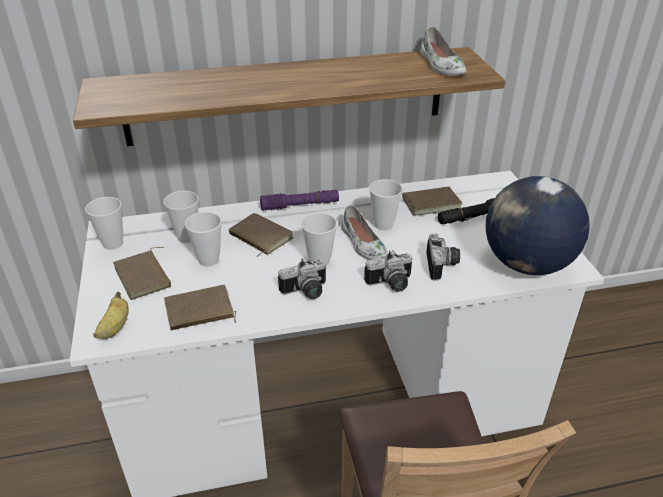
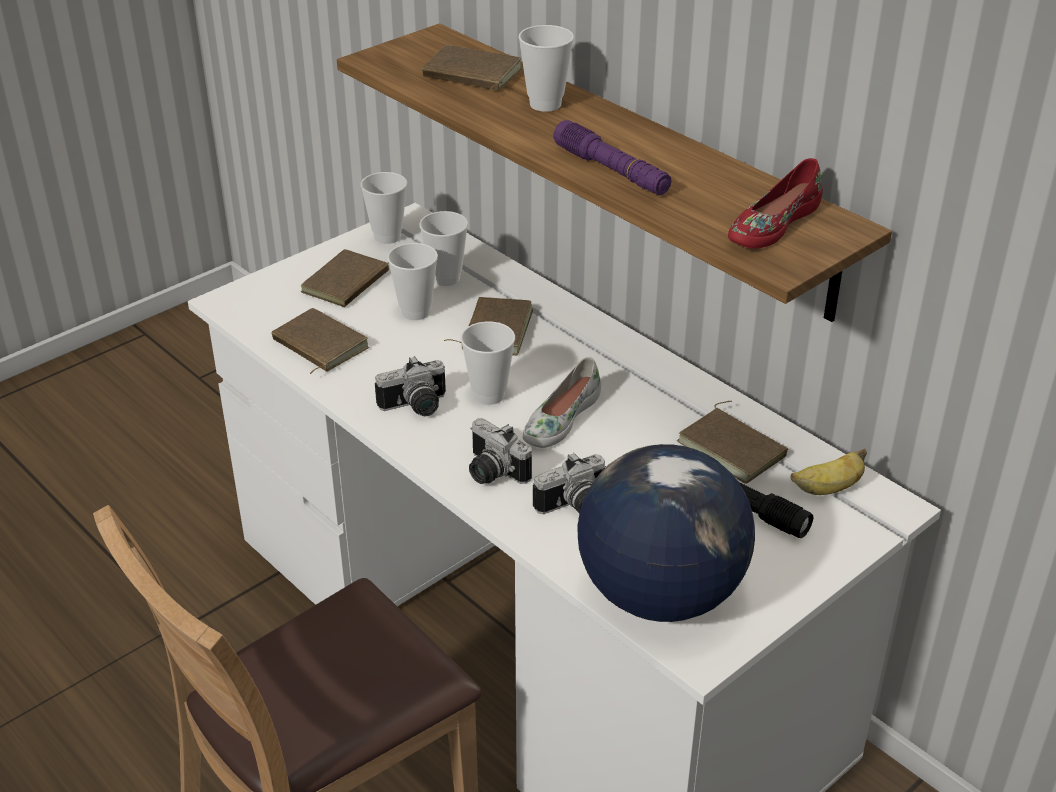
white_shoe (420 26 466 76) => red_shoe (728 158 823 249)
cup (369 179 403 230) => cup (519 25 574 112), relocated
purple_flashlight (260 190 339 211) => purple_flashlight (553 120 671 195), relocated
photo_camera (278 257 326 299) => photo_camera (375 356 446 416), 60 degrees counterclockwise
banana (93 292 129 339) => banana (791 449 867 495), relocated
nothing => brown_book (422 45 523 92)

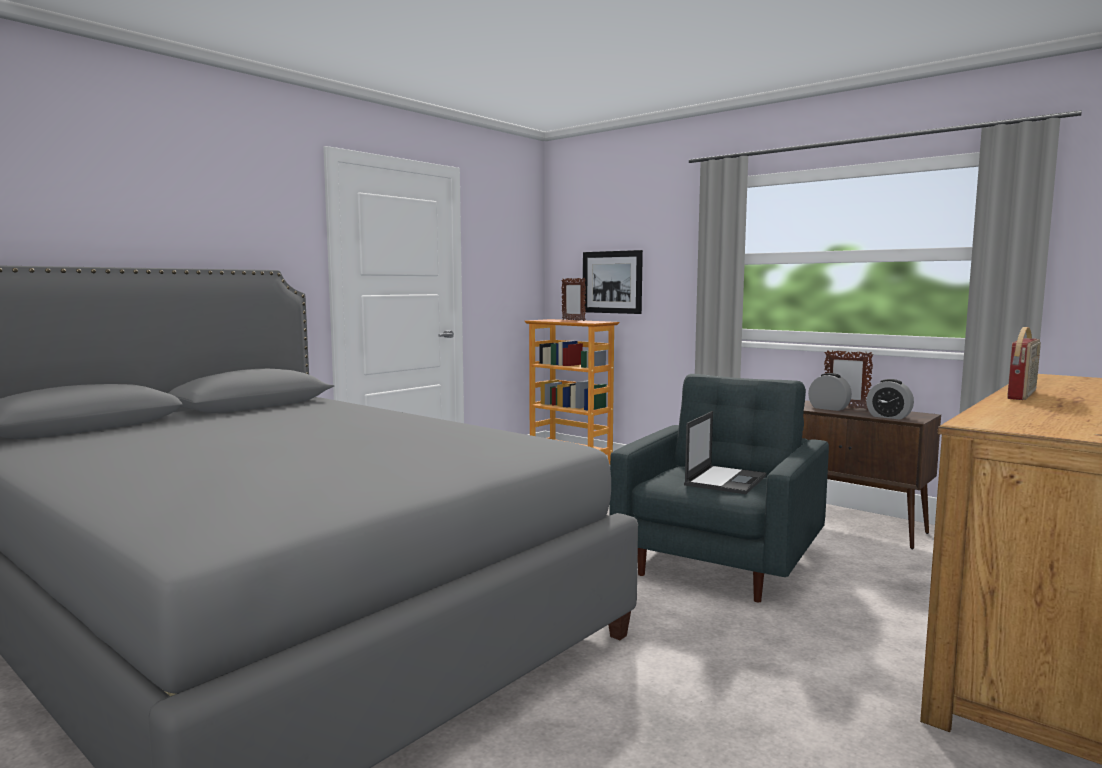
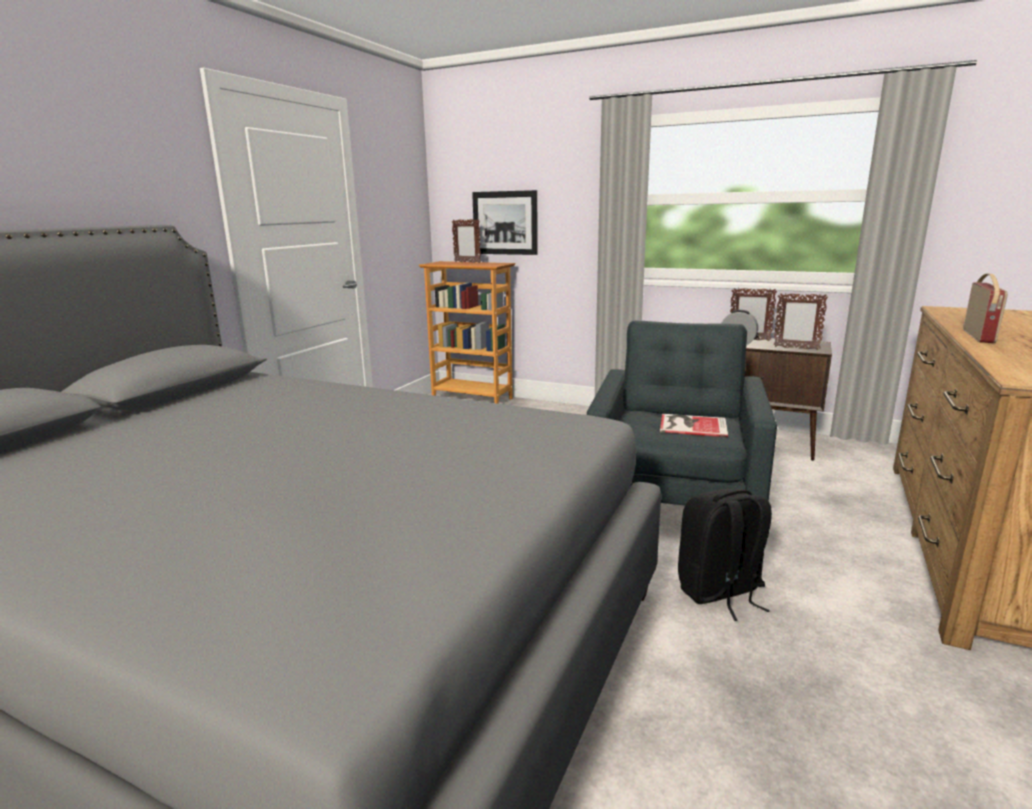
alarm_clock (866 379 914 420) => picture_frame (773 294 828 350)
laptop (684 411 767 494) => book (660 414 728 437)
nothing => black_backpack (678 489 772 621)

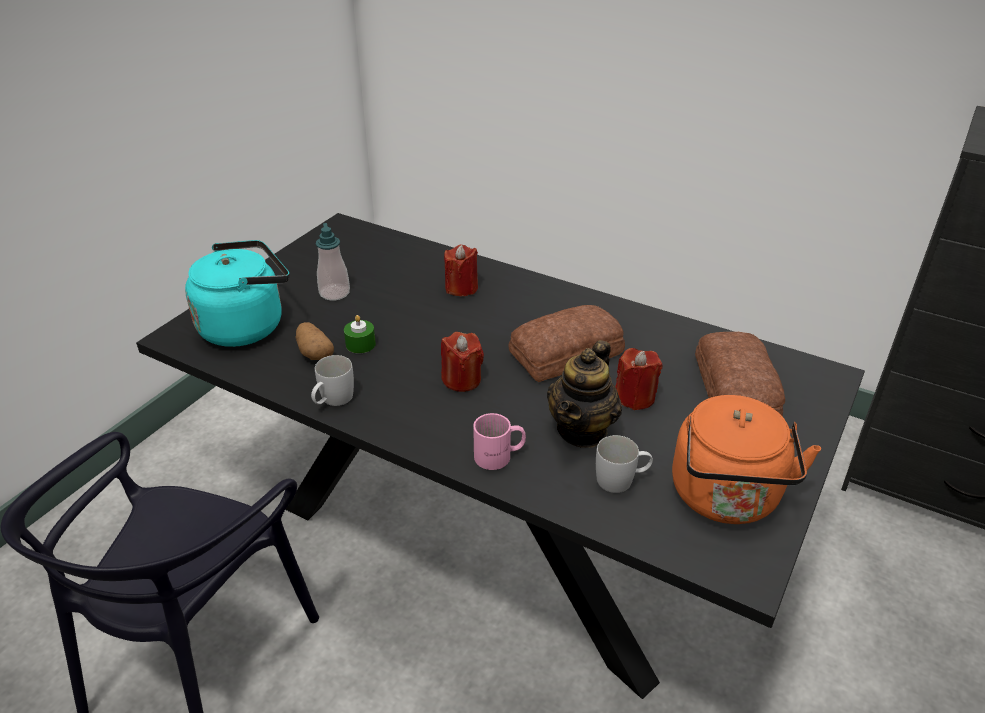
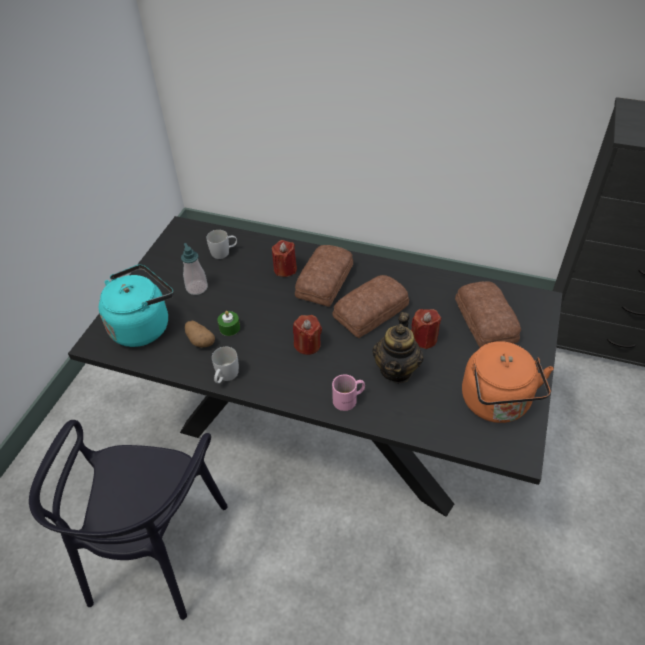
white_mug (596 435 653 493) => white_mug (206 230 237 259), relocated
nothing => bread (295 245 353 307)

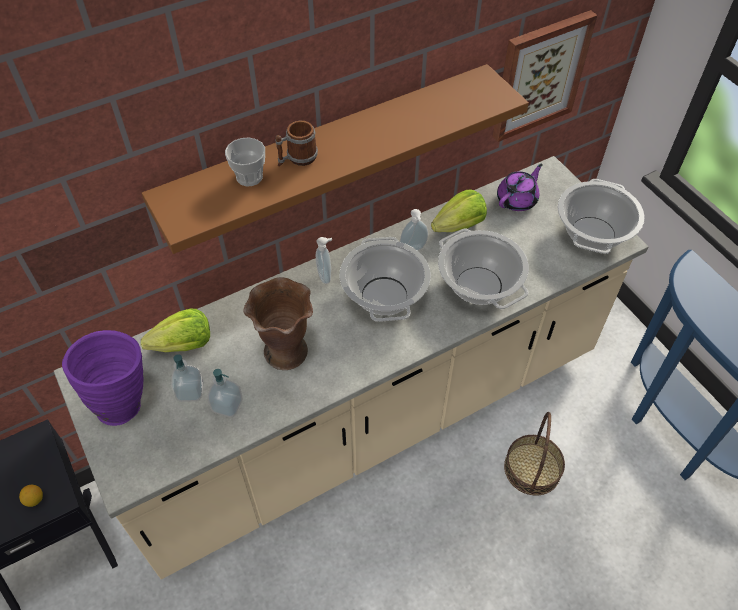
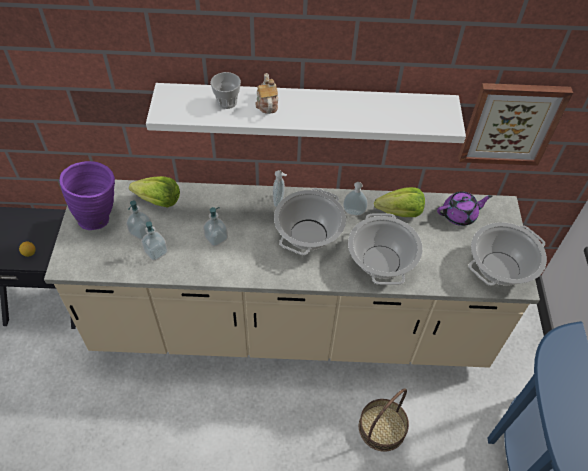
brown_shelf (141 64 529 254) => white_shelf (146 83 466 143)
mug (275 121 318 166) => teapot (255 73 278 114)
brown_vase (243 277 313 370) => soap_dispenser (203 207 228 247)

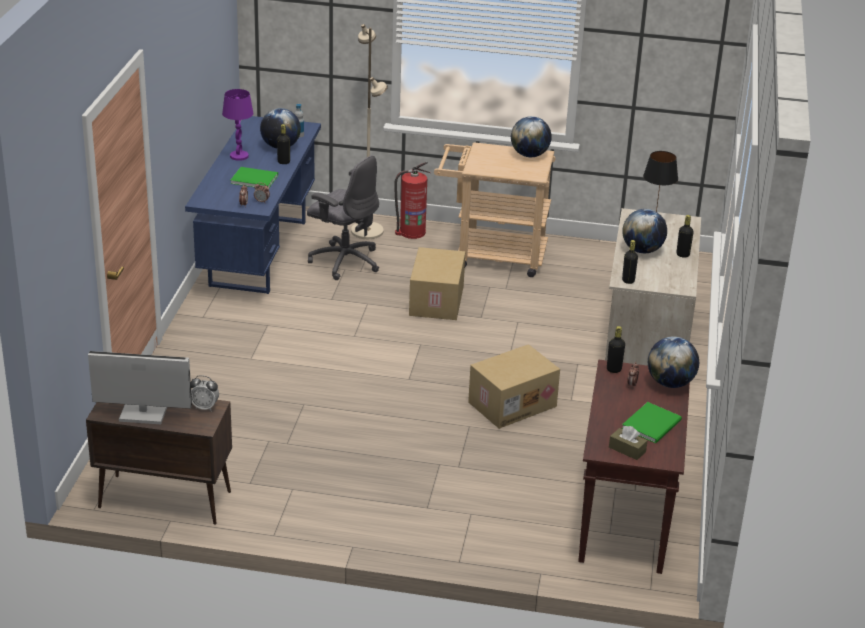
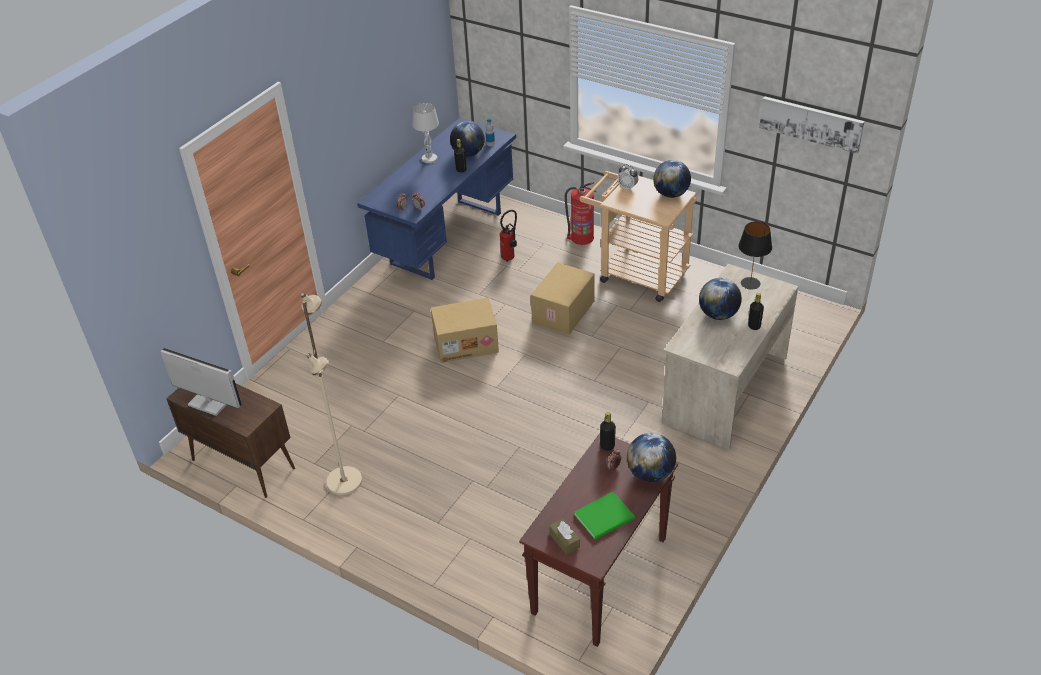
beige_floor_lamp (351 24 388 239) => beige_floor_lamp (301 293 362 495), relocated
purple_table_lamp (222 89 253 161) => white_table_lamp (413 103 439 163)
grey_office_chair (307 155 379 280) => fire_extinguisher (500 210 517 262)
green_book (230 167 278 188) => nothing
black_bottle (622 240 638 284) => nothing
cardboard_box (468 344 560 429) => cardboard_box (431 298 499 363), relocated
alarm_clock (191 375 219 411) => alarm_clock (618 164 638 190), relocated
nothing => picture (759 96 865 154)

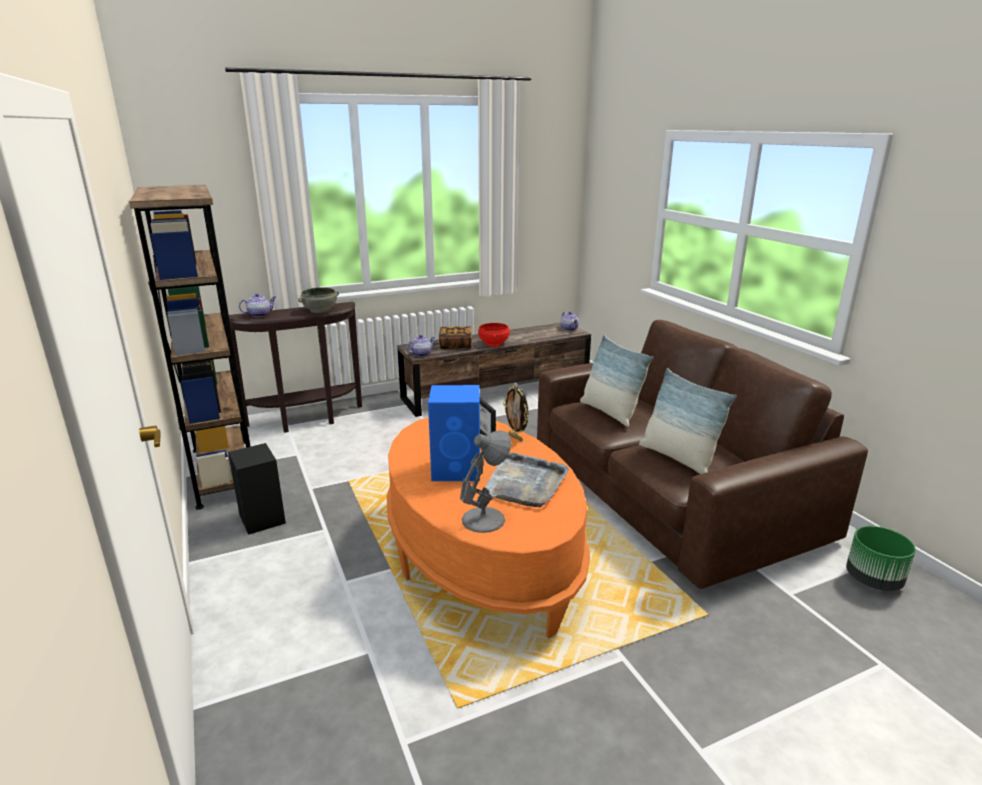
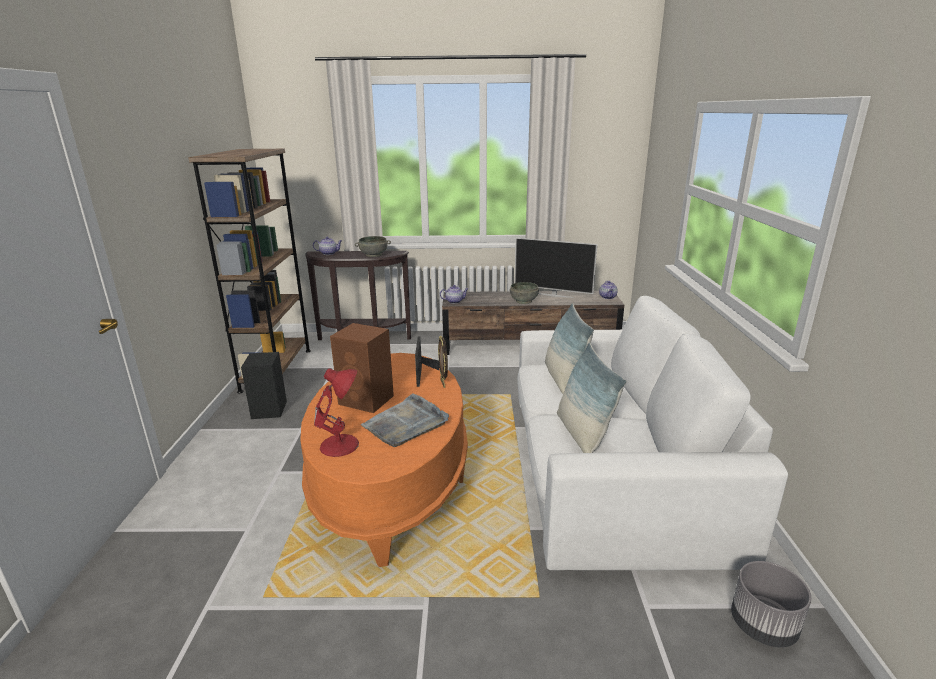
brown_sofa (537 320 868 589) => white_sofa (517 296 788 570)
red_bowl (478 323 510 347) => grey_bowl (510 282 539 304)
book (439 327 472 349) => nothing
blue_speaker (428 385 480 481) => brown_speaker (330 323 394 413)
grey_table_lamp (460 431 511 533) => red_table_lamp (314 368 359 457)
green_planter (846 526 916 591) => grey_planter (731 561 811 648)
nothing => television (515 238 597 298)

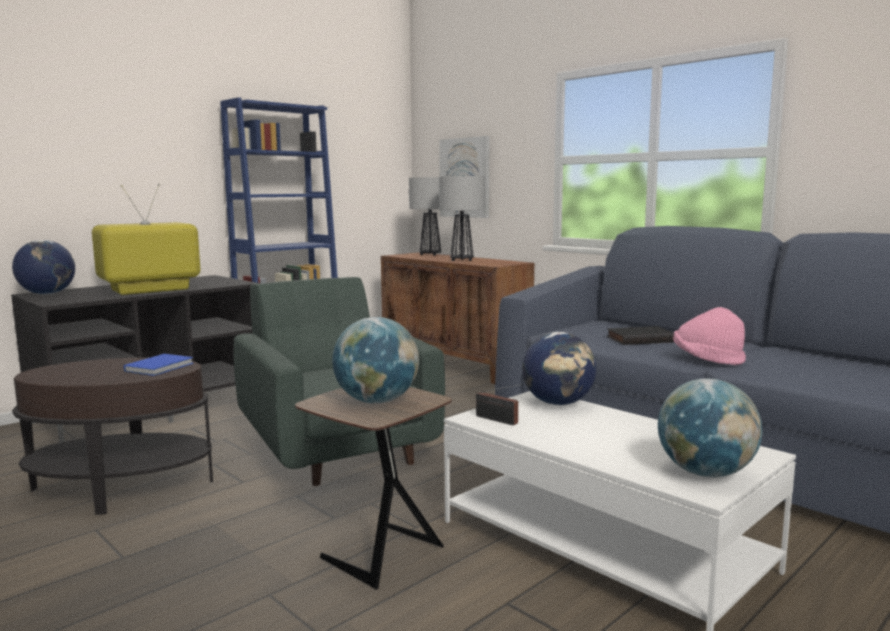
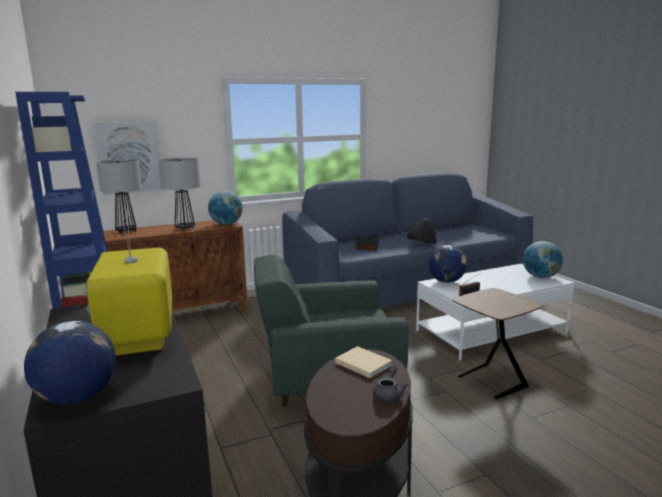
pink_hat (673 307 746 365) => black_hat (407 218 437 244)
globe (332 317 419 404) => globe (208 191 243 225), relocated
blue_book (124 354 193 376) => beige_book (335 346 392 378)
nothing => grey_teapot (373 365 408 403)

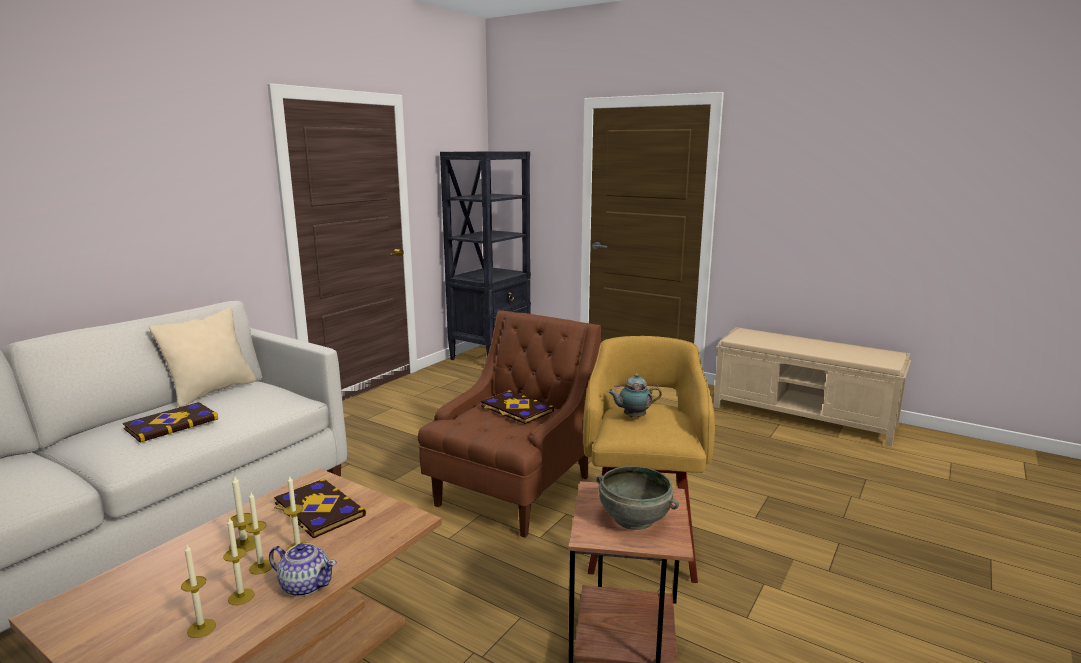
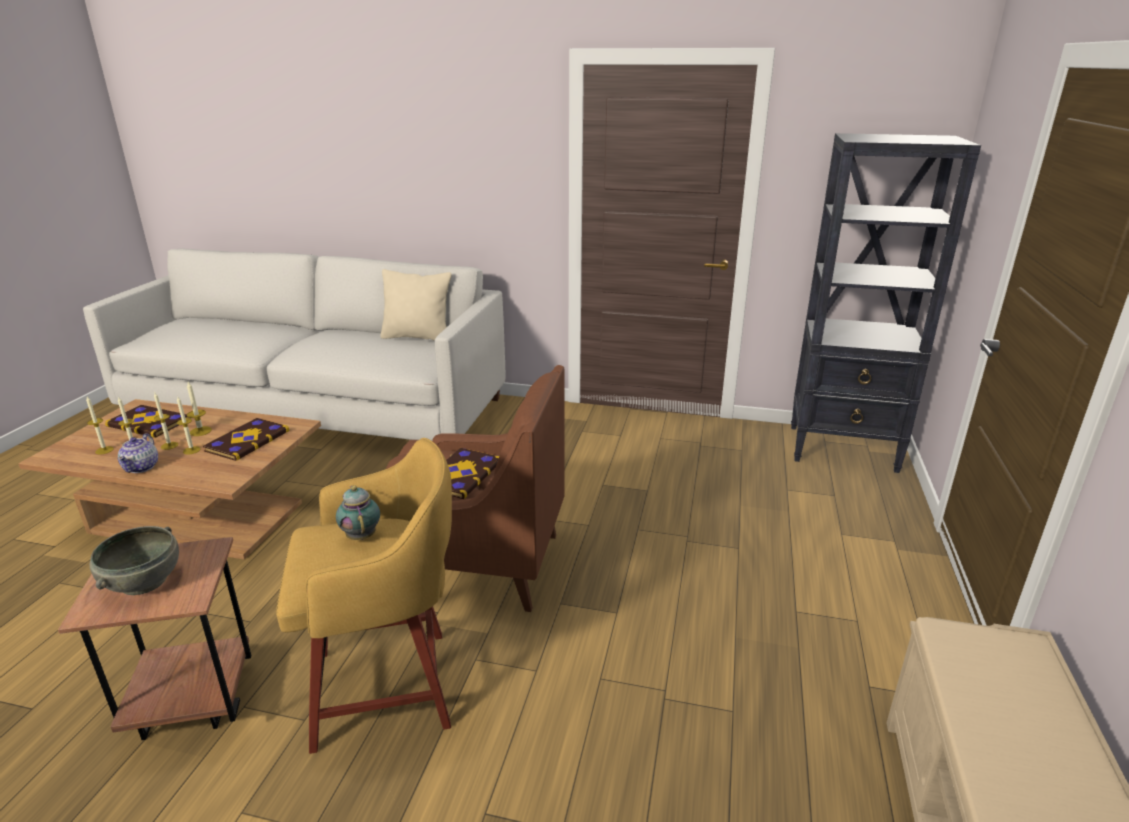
book (123 402 218 443) => book (105 405 187 438), relocated

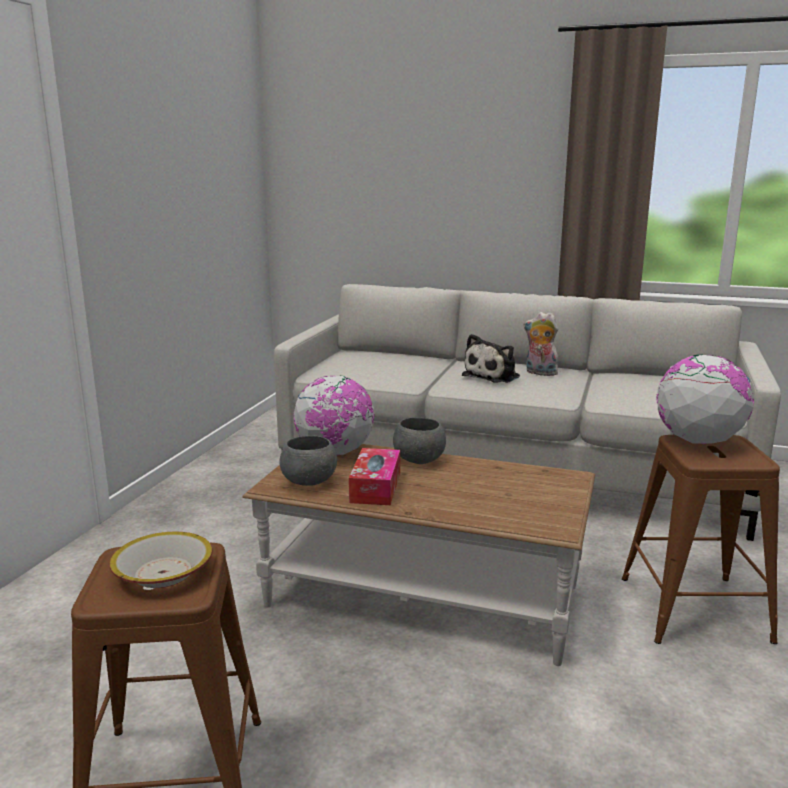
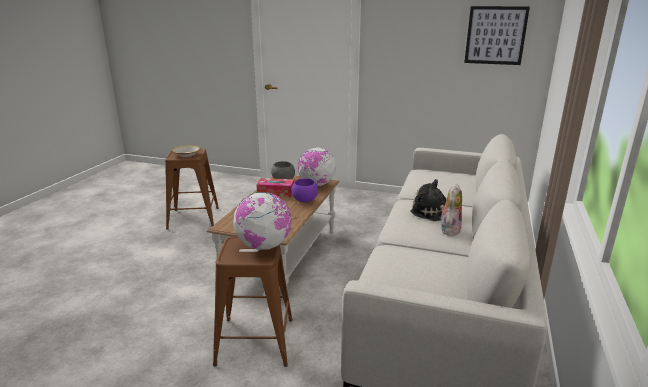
grey_bowl (393 417 446 464) => purple_bowl (291 178 318 202)
nothing => picture (464 6 530 65)

